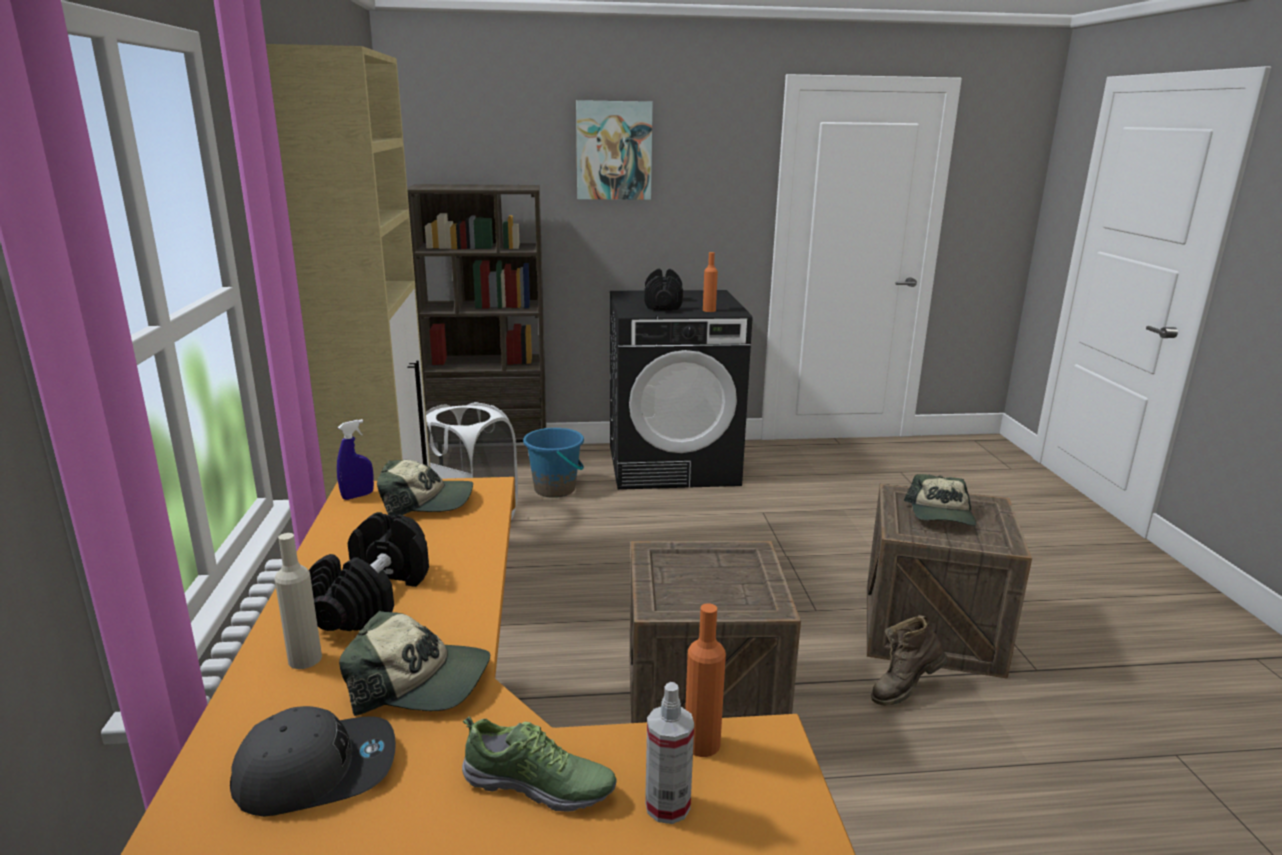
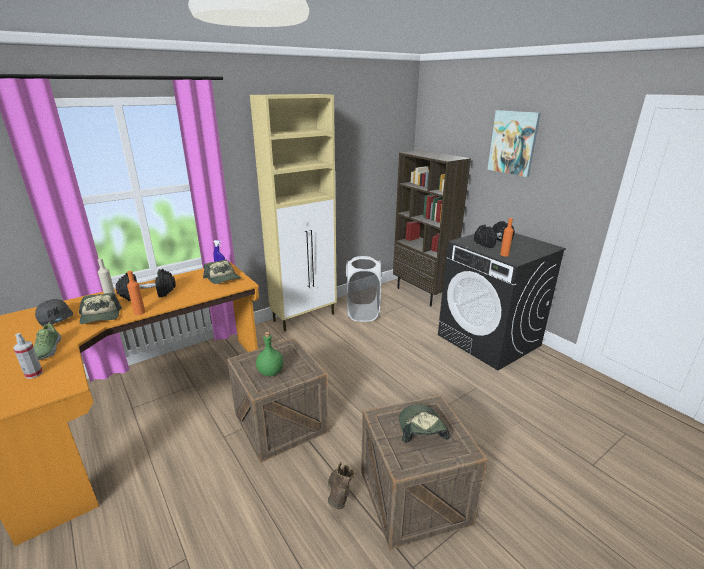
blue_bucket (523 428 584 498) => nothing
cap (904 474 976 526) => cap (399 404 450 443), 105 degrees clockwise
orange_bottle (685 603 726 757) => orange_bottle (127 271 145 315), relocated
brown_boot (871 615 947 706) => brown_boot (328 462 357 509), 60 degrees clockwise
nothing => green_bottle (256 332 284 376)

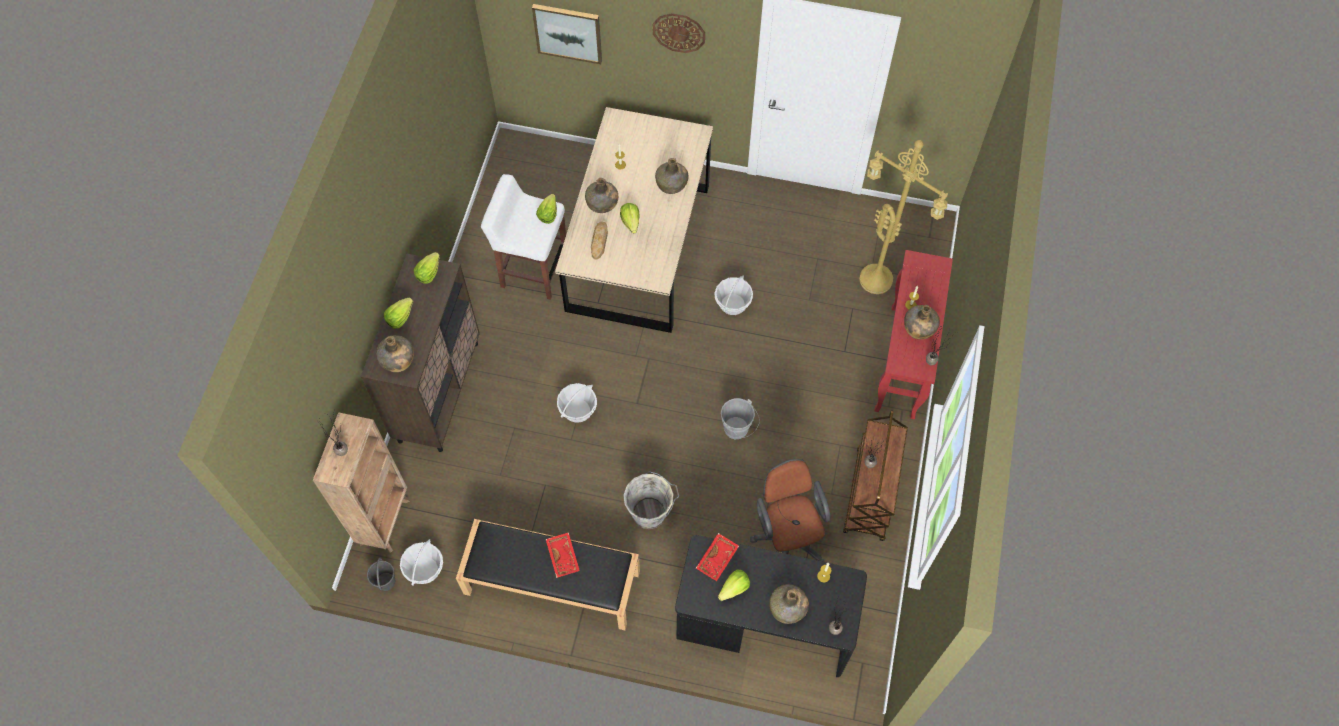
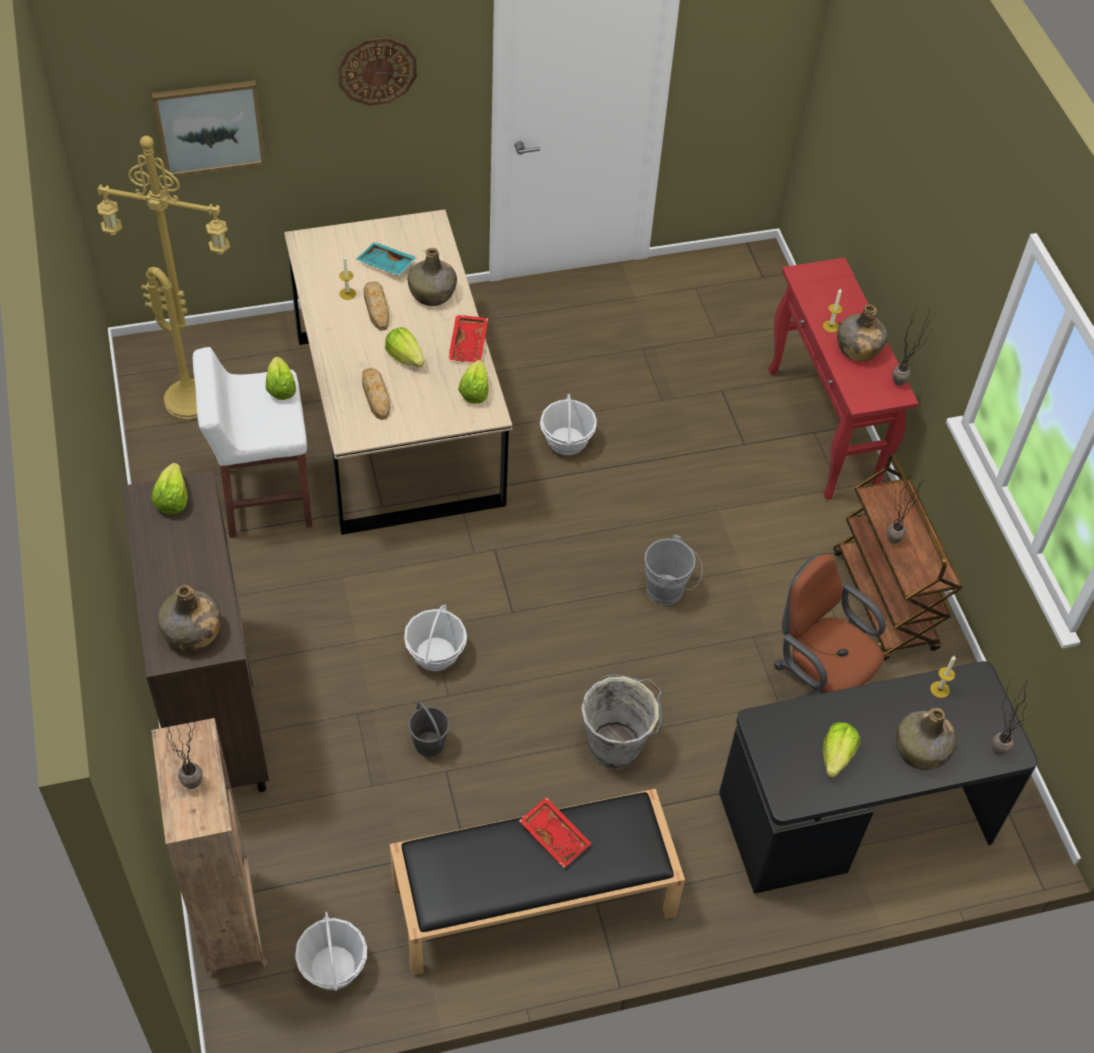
yellow_floor_lamp (859 140 948 294) => yellow_floor_lamp (97 136 230 420), relocated
green_bottle (585 178 618 213) => nothing
lettuce (384 298 413 329) => lettuce (458 360 489 404), relocated
red_tray (696 533 739 581) => red_tray (448 315 488 362), relocated
grey_bucket (367 558 395 591) => grey_bucket (408 702 450 757), relocated
nothing => turquoise_tray (356 242 417 275)
nothing => bread (364 281 389 331)

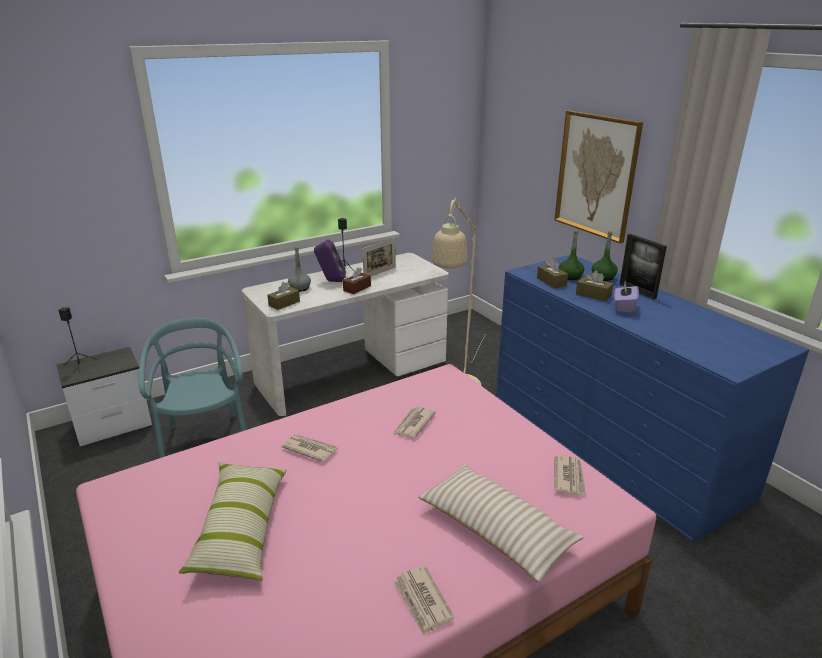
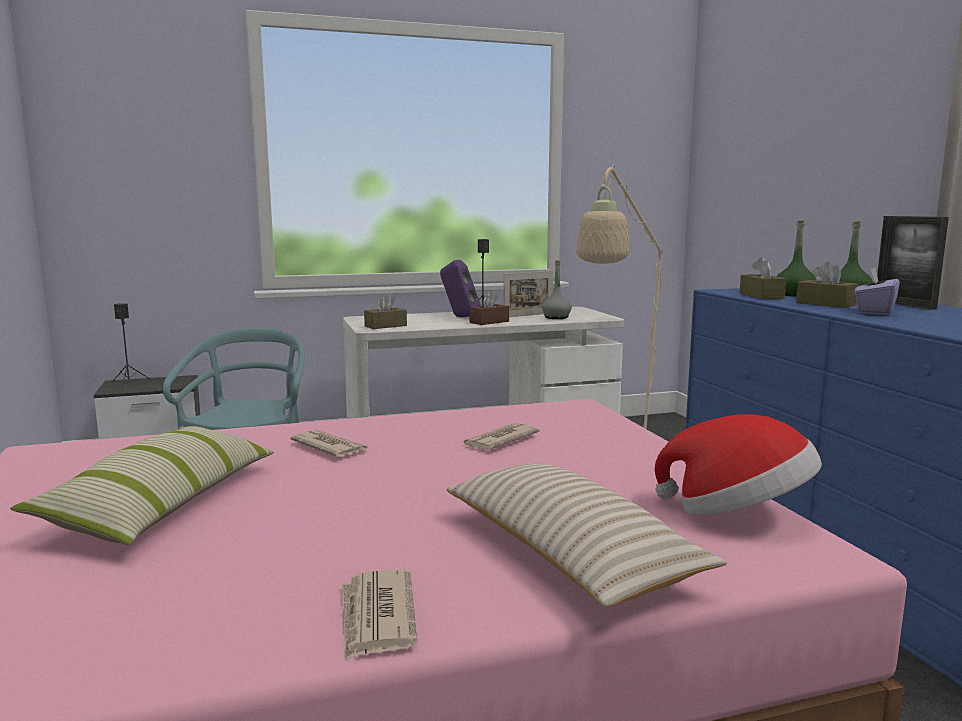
picture (554 110 643 243) => nothing
grey_bottle (288 247 311 292) => grey_bottle (542 260 572 319), relocated
newspaper (554 455 586 496) => hat (655 414 822 515)

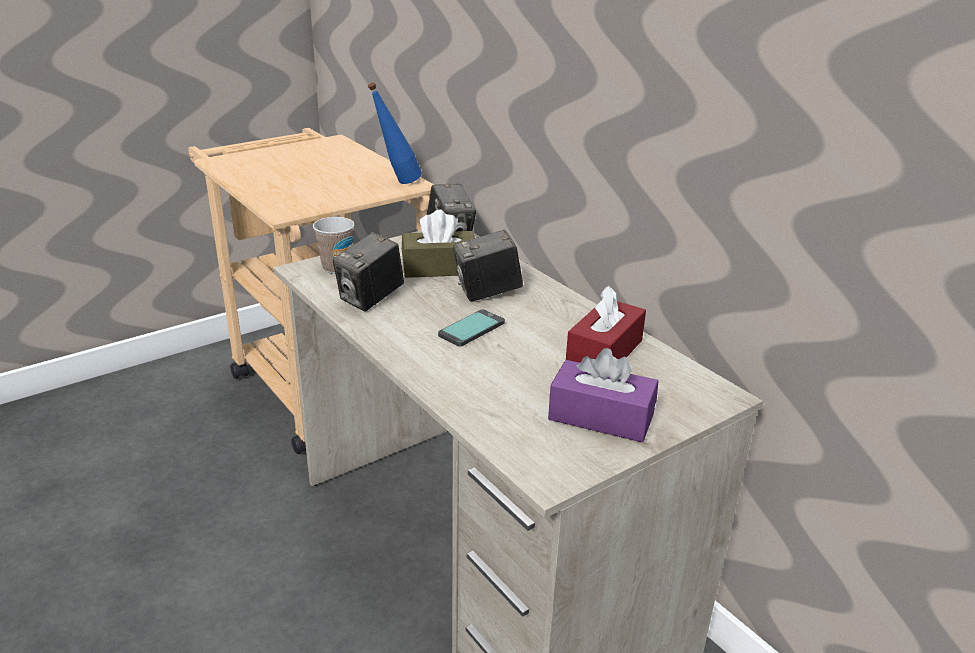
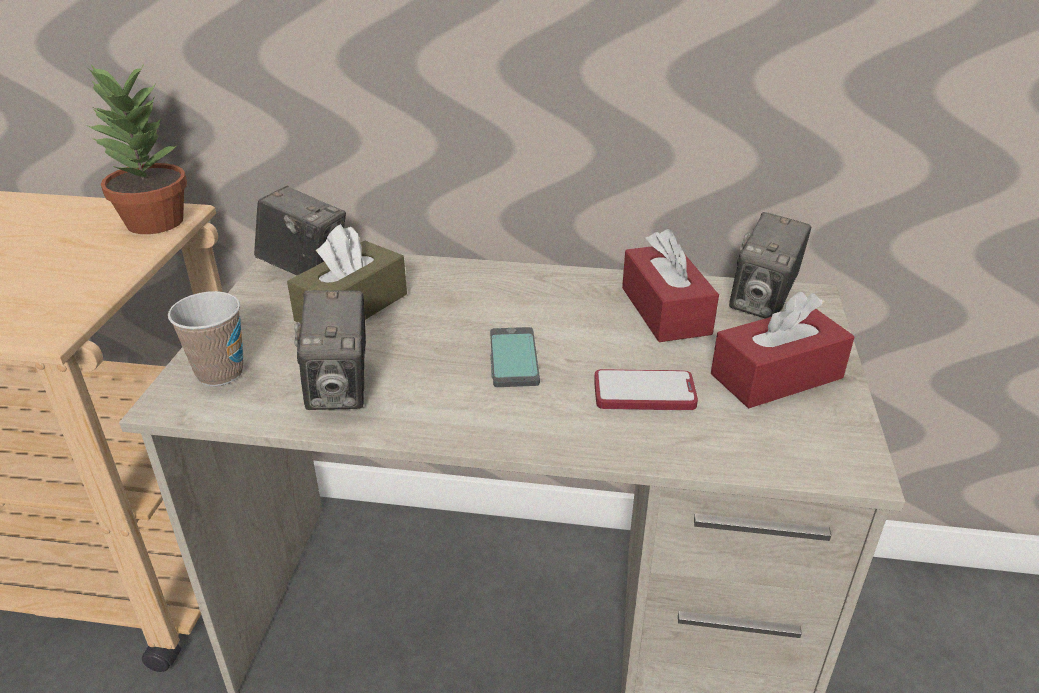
blue_bottle (368 83 422 184) => potted_plant (86 64 187 234)
photo_camera (453 229 523 302) => photo_camera (729 212 811 319), relocated
purple_tissue_box (548 348 659 442) => red_tissue_box (711 292 855 409)
nothing => phone (594 369 698 410)

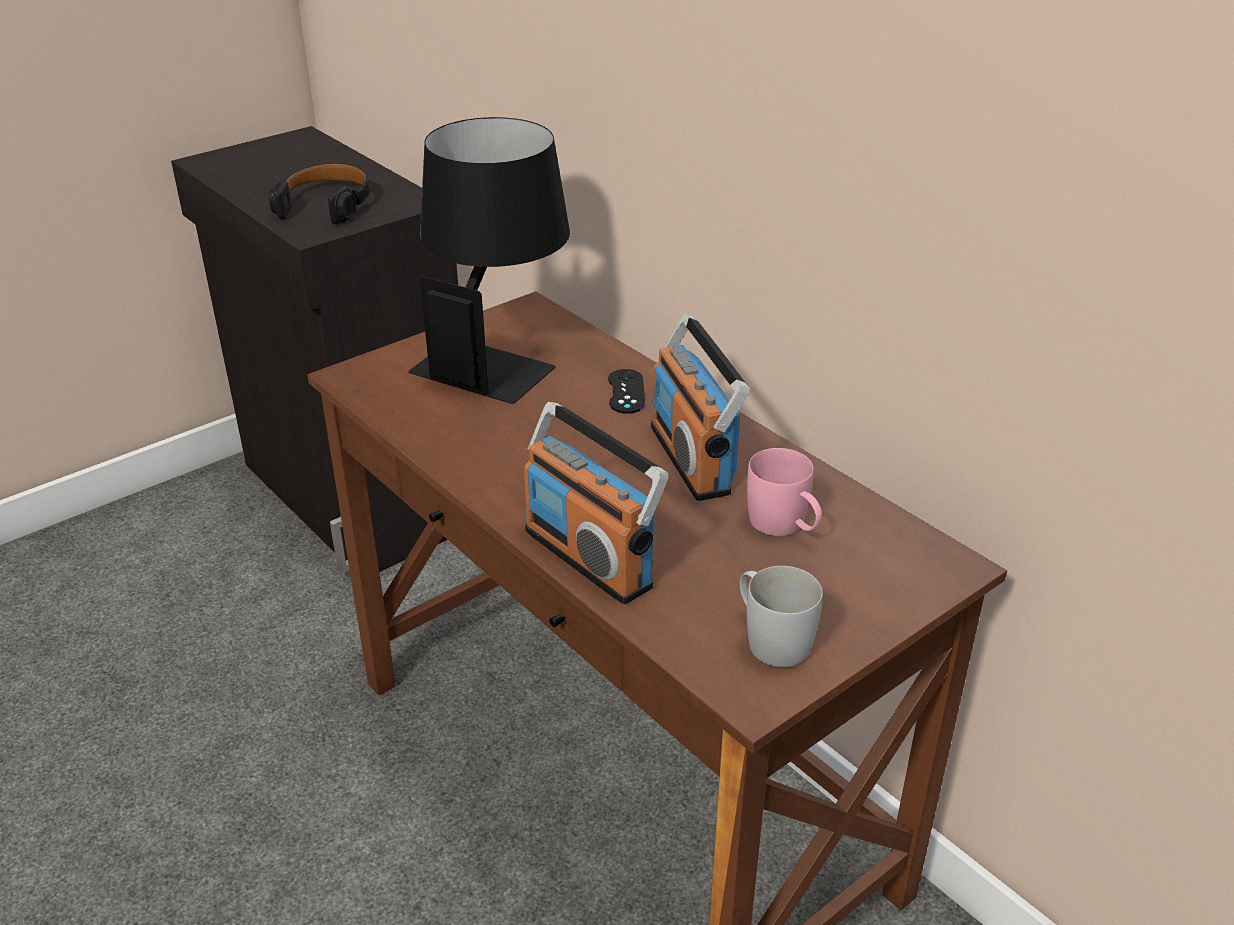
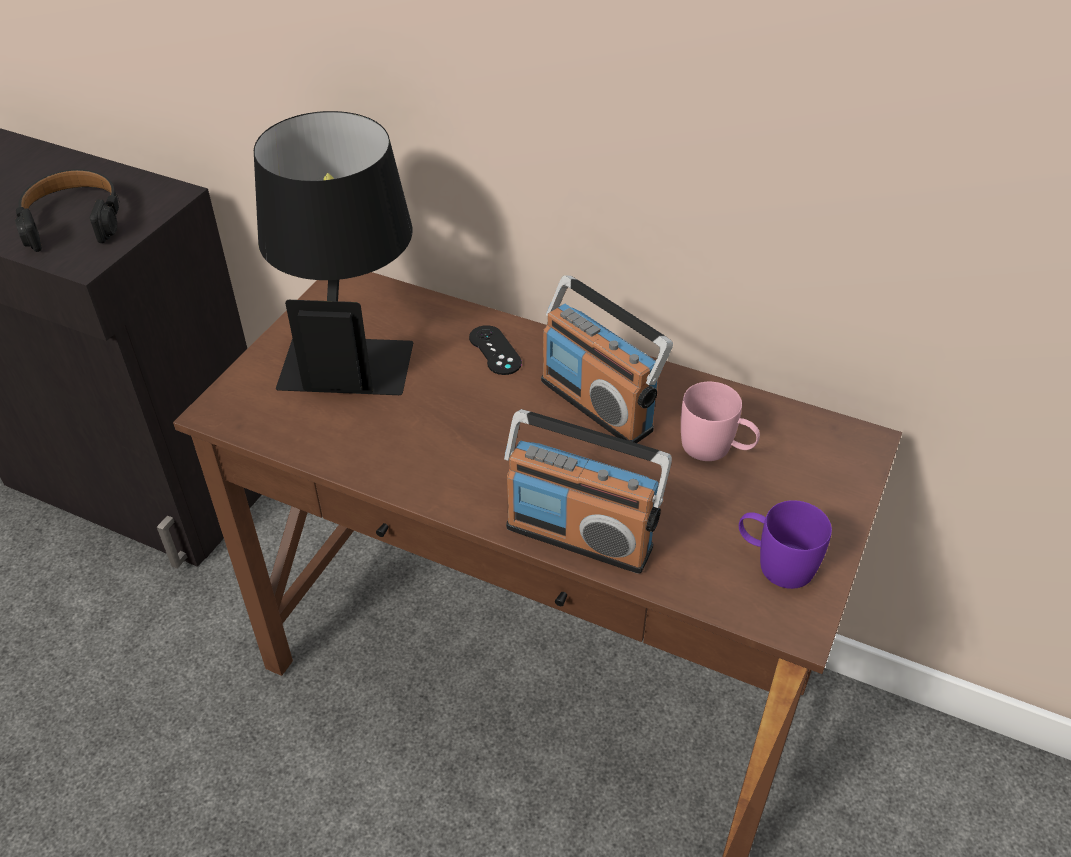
white_mug (740 566 823 667) => purple_mug (739 500 832 589)

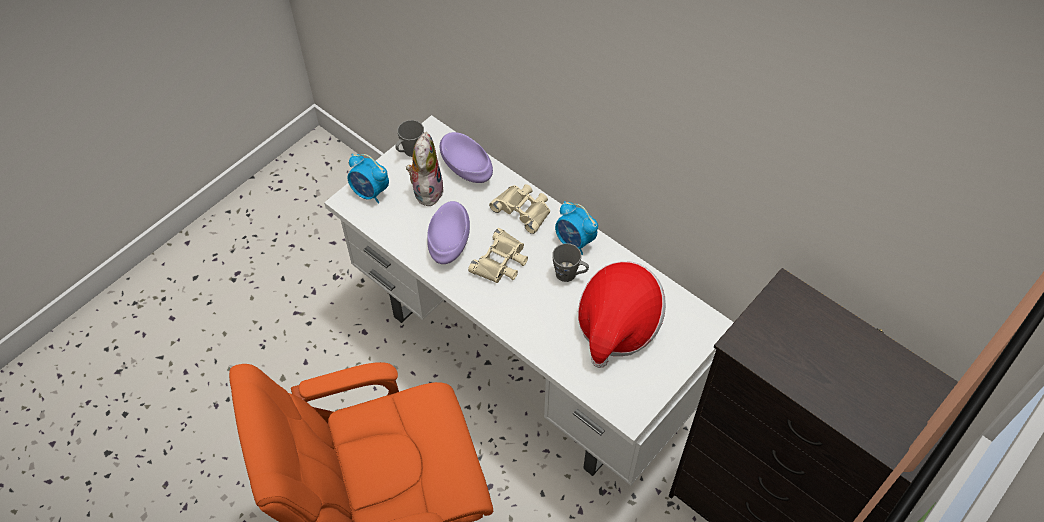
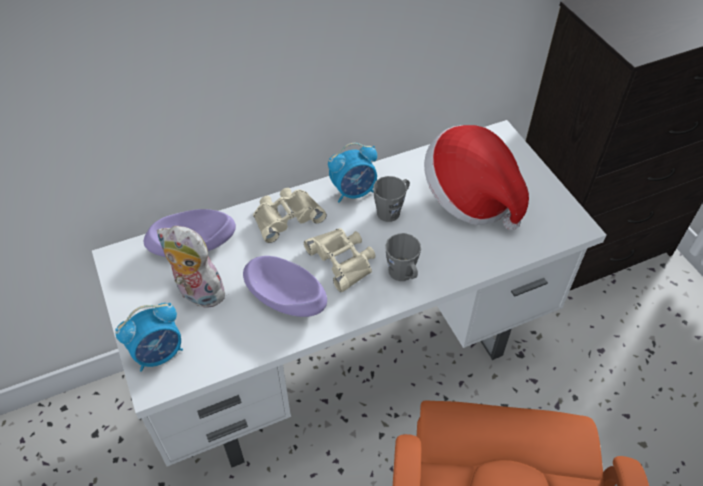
grey_mug (396 120 424 157) => grey_mug (385 233 421 281), relocated

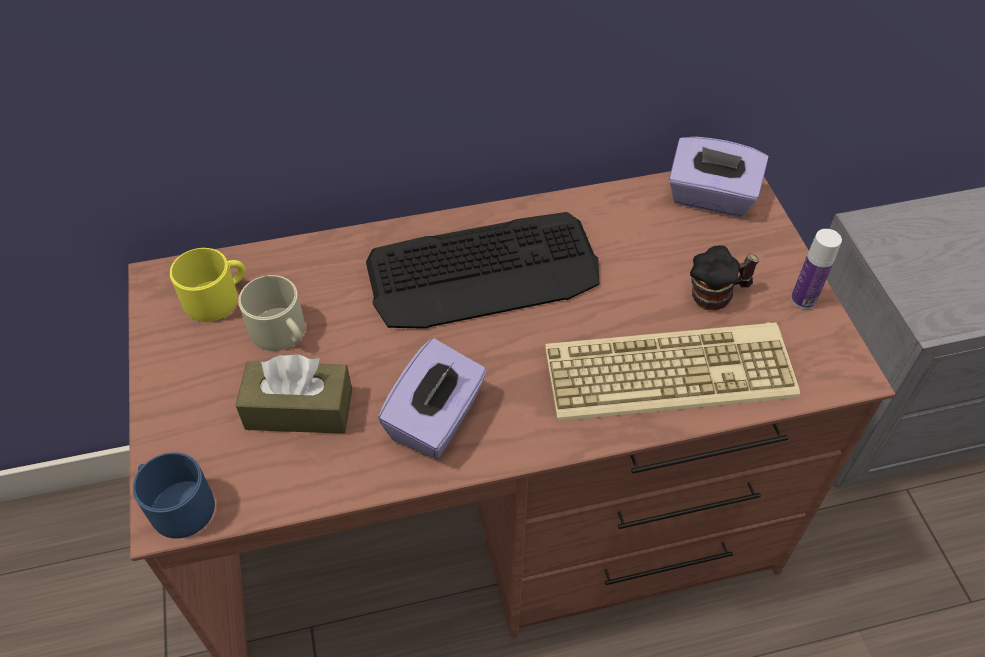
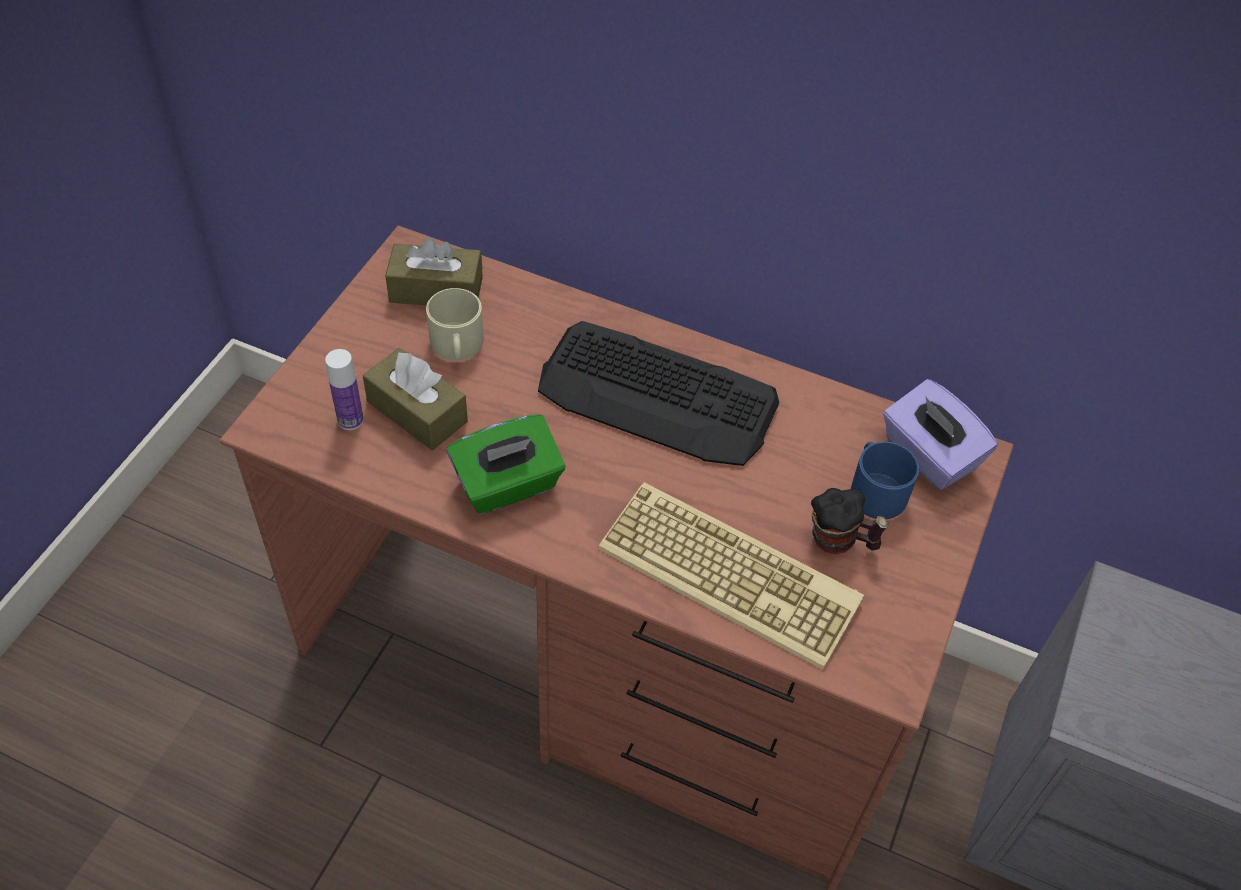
bottle (791 229 842 309) => bottle (325 349 364 430), relocated
yellow_mug (170 248 246 322) => brown_tissue_box (385 237 483 306)
purple_tissue_box (378 338 487 459) => green_tissue_box (447 414 565 514)
blue_mug (133 452 215 539) => blue_mug (851 442 919 519), relocated

